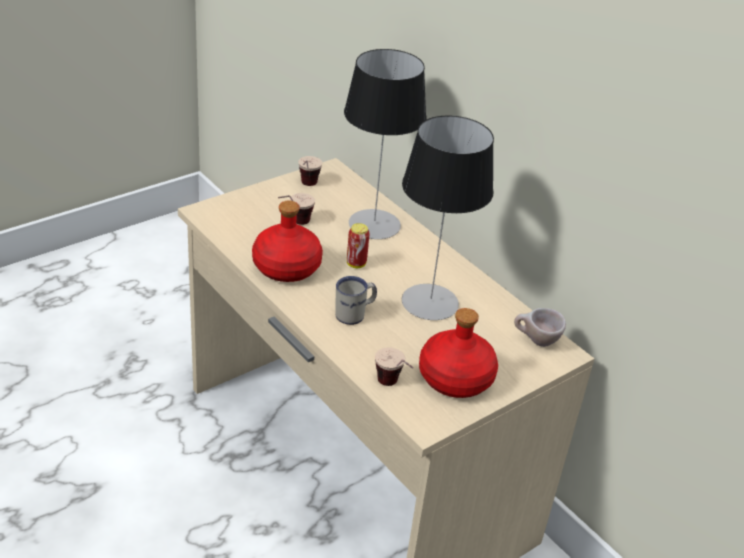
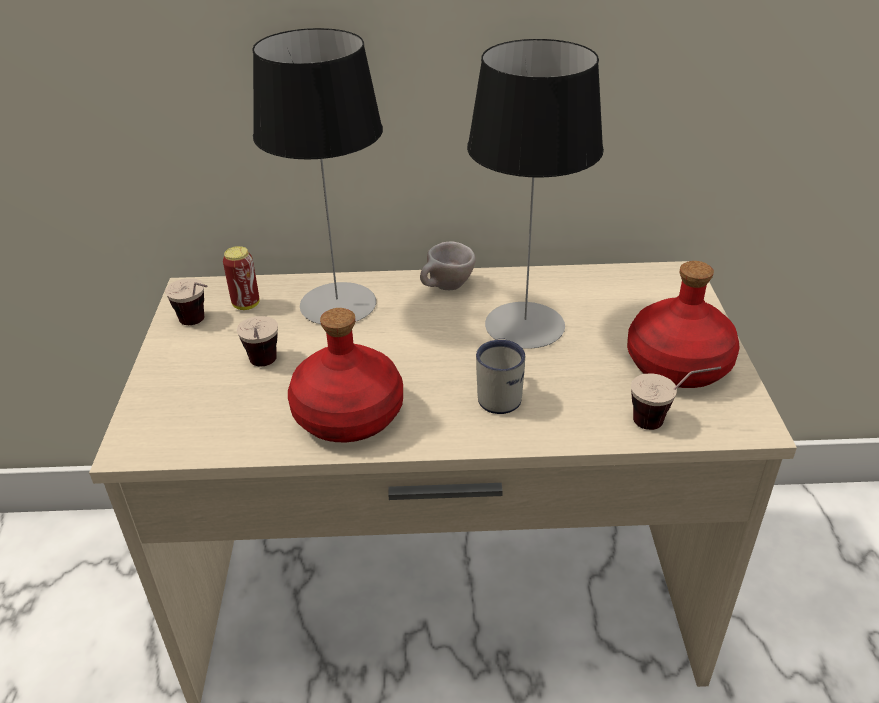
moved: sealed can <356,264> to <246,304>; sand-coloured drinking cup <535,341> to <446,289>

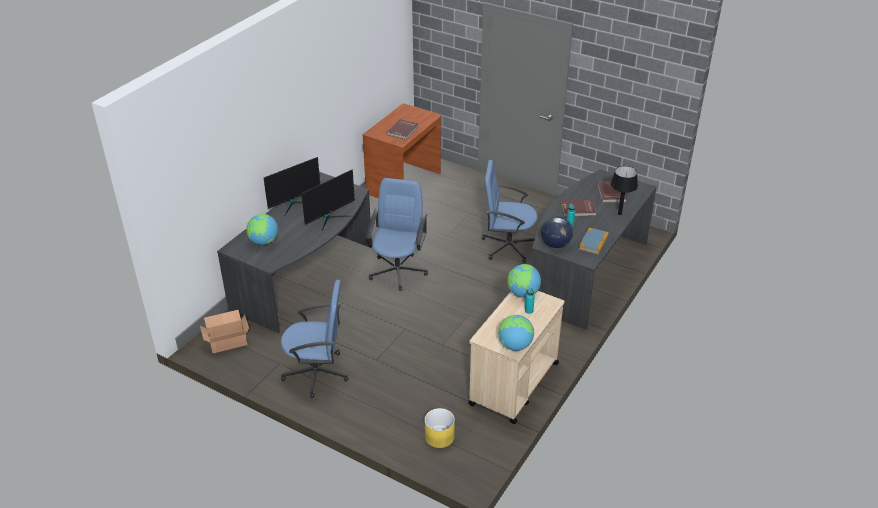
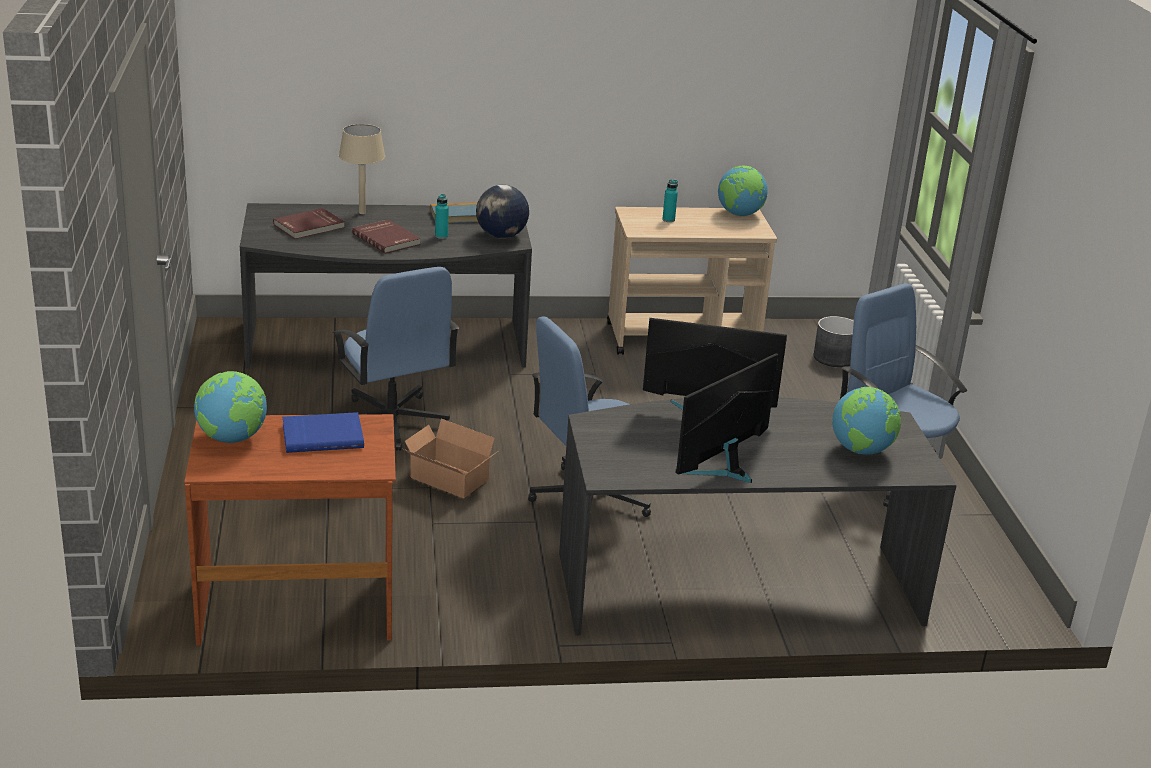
moved: globe <523,294> to <232,438>; cardboard box <226,341> to <449,480>
recoloured: red-coloured bound book <403,130> to bluish bound book <322,435>; black table lamp <619,214> to sand-coloured table lamp <362,212>; yellowish planter <439,437> to gray planter <834,358>
turned: computer screen <294,204> = <723,469> 60 degrees counterclockwise

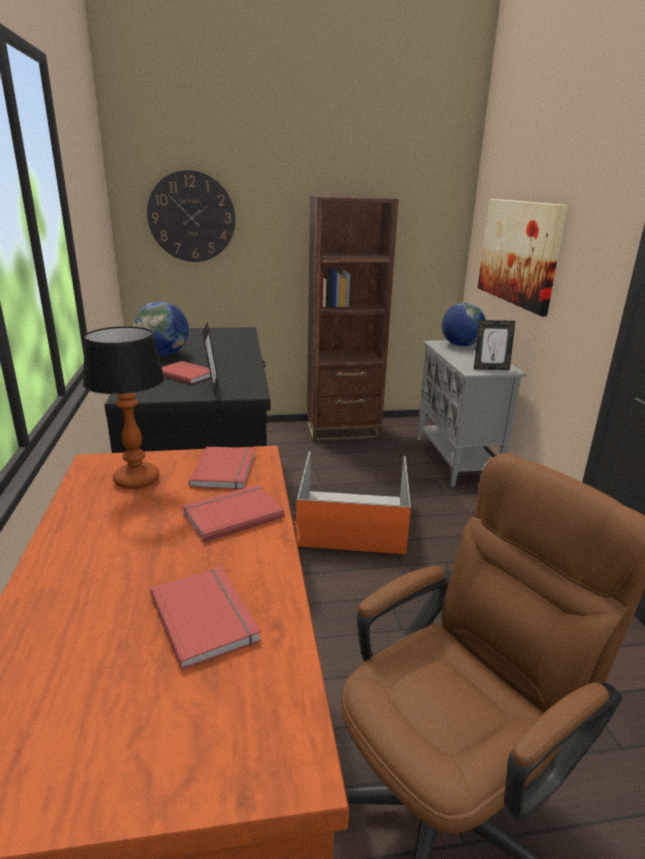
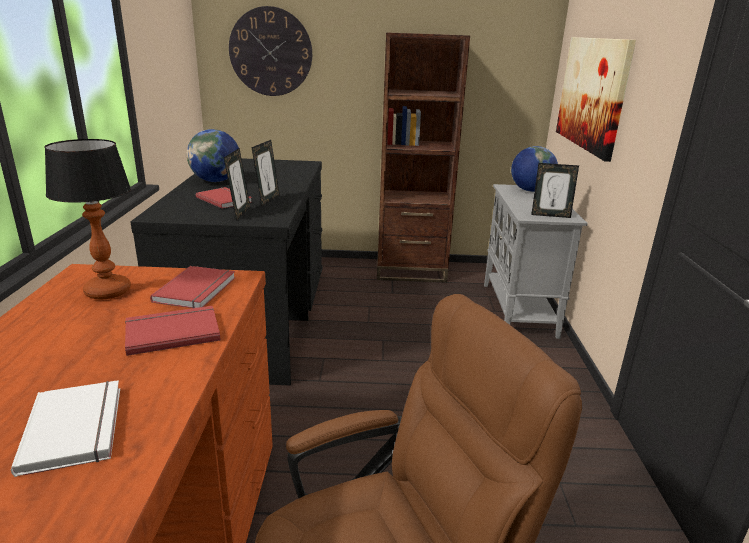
removed: orange-coloured storage container <354,520>
added: standing frame <267,200>
recoloured: red-coloured bound book <207,616> to white bound book <77,427>

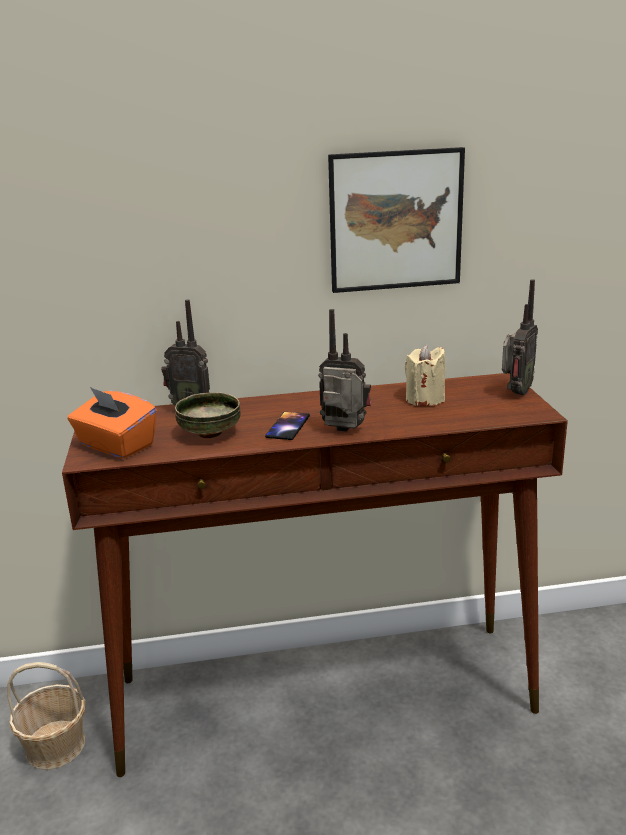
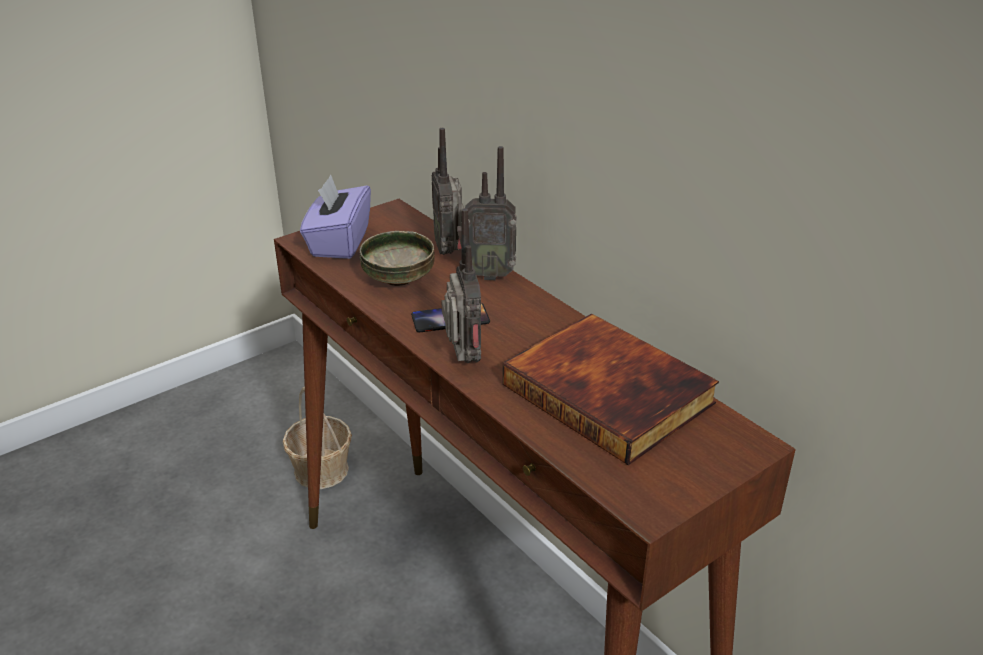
removed: wall art <395,220>
moved: radio receiver <515,393> to <487,274>
replaced: sand-coloured wax light <425,399> to bound book <611,392>
recoloured: orange-coloured tissue holder <116,446> to purple tissue holder <339,242>

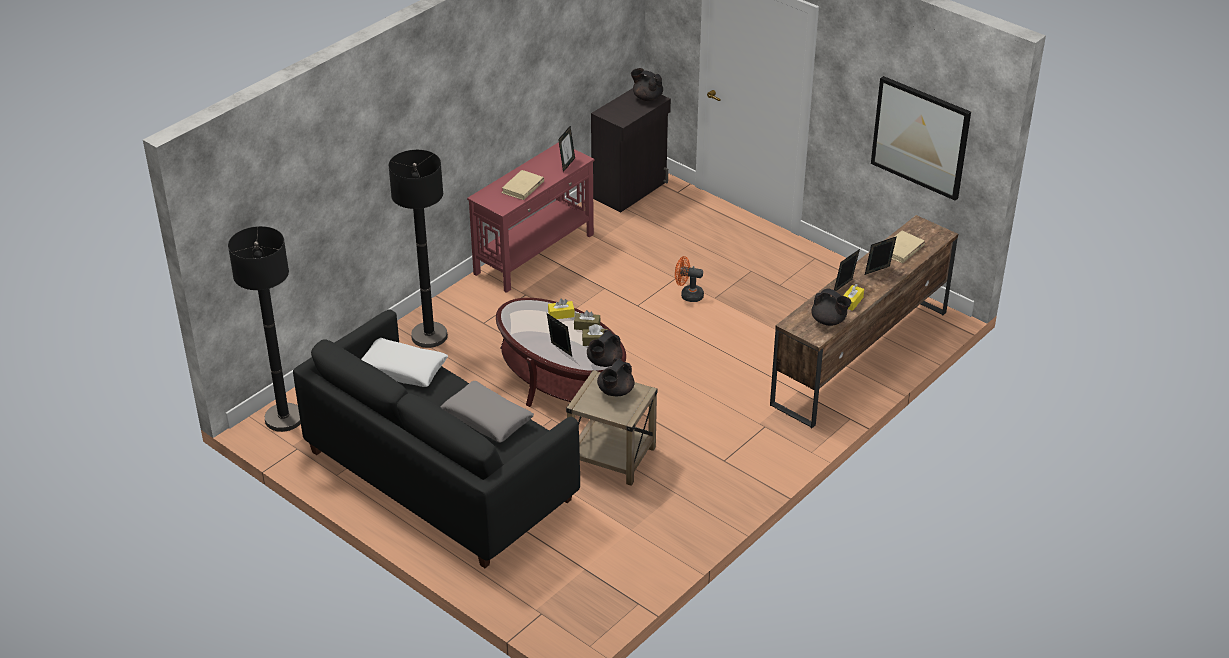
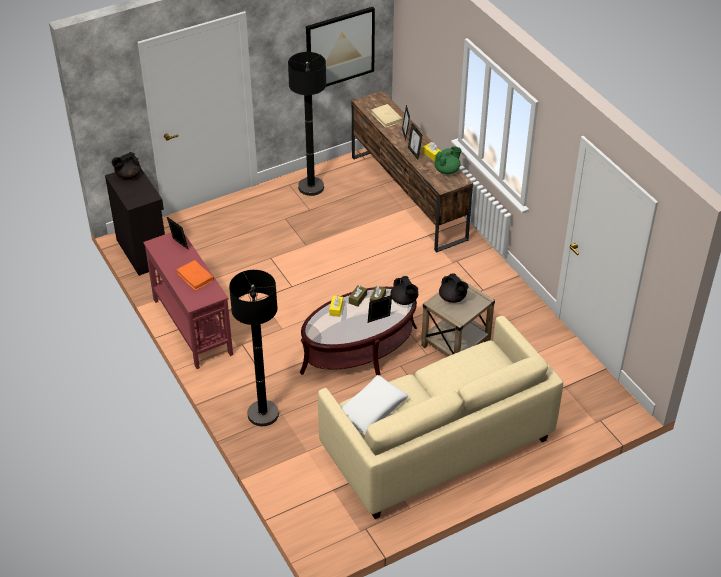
removed: gray cushion <487,418>; orange-coloured electric fan <688,295>
moved: black standing lamp <284,418> to <311,187>
recoloured: sand-coloured bound book <522,187> to orange-coloured bound book <195,277>; black couch <439,476> to sand-coloured couch <436,444>; black pot for tea <829,321> to green-coloured pot for tea <447,170>

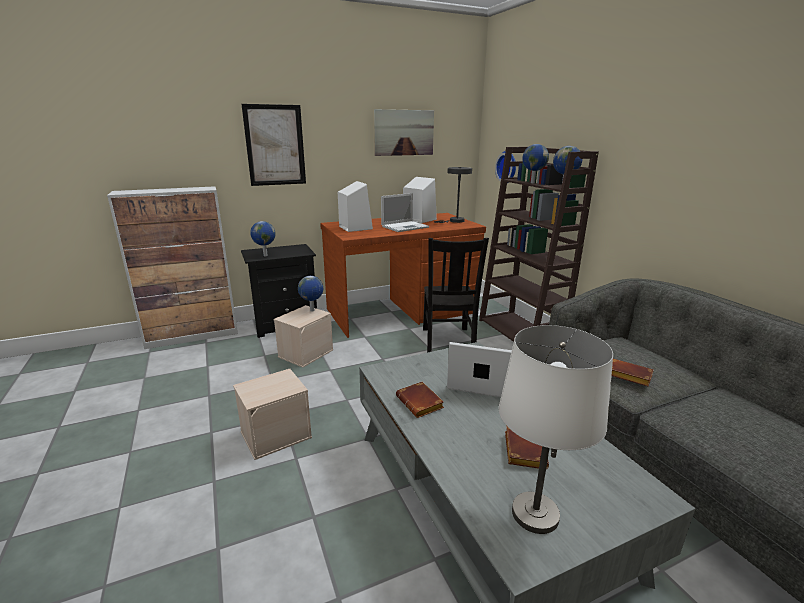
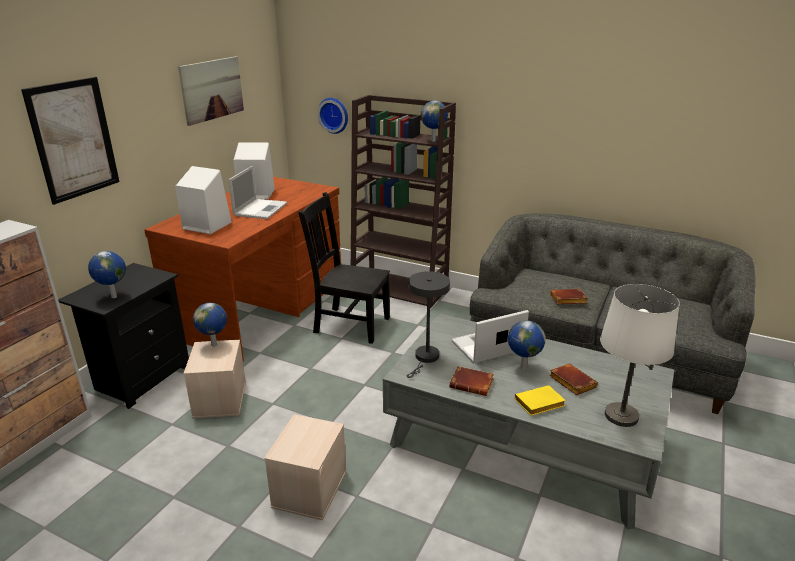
added: yellowish bound book <539,405>
moved: gray table lamp <454,221> to <425,358>; globe <532,183> to <522,368>
turned: black plain chair <448,342> = <349,324> 150 degrees clockwise

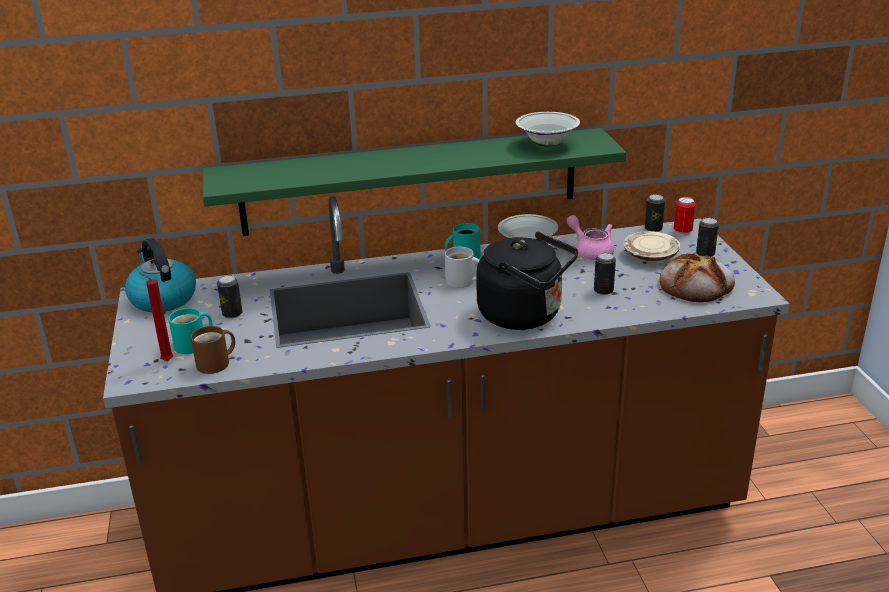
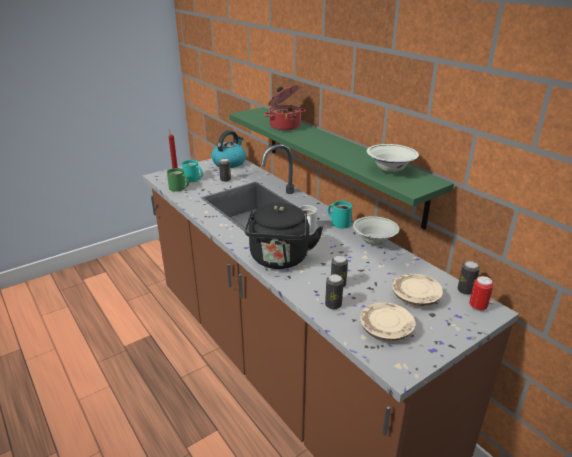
removed: pinkish pot for tea <590,251>
added: cooking pot <284,126>
moved: sealed can <705,254> to <333,305>
replaced: bread <696,285> to sand-coloured flat dish <386,329>
recoloured: brownish coffee mug <216,364> to green-coloured coffee mug <178,188>

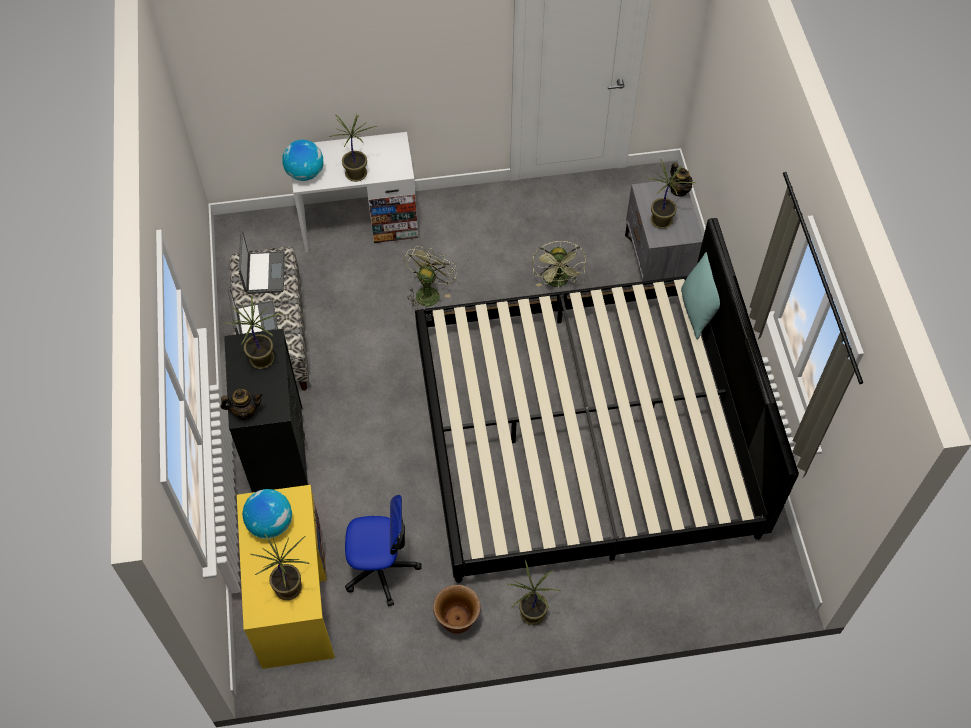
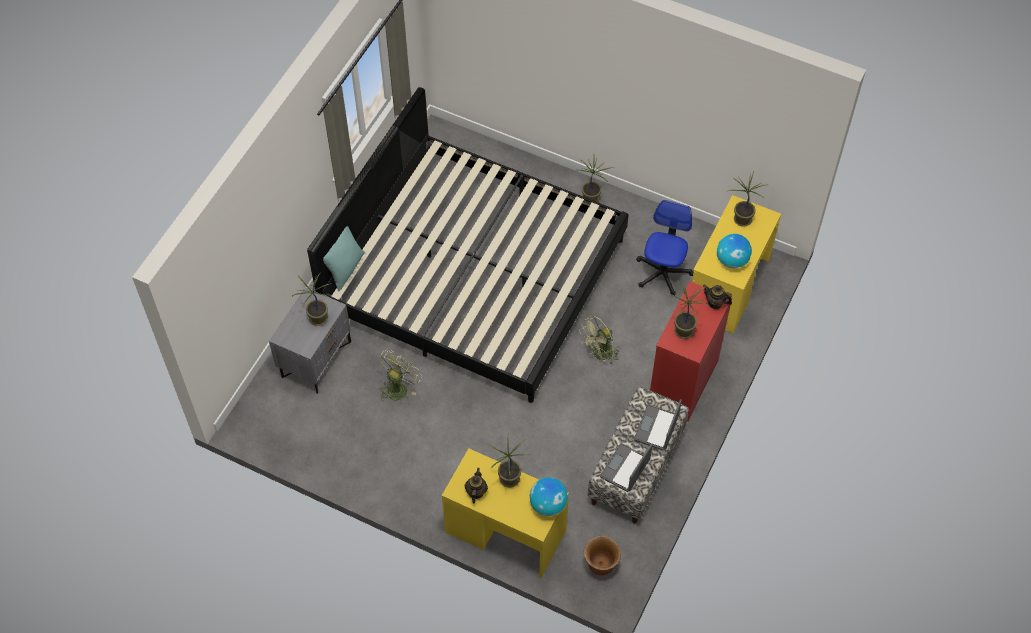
moved: pot for tea <679,190> to <476,492>; green-coloured electric fan <428,292> to <599,354>; brownish planter <457,620> to <600,564>
recoloured: white desk table <359,222> to yellowish desk table <505,532>; black dresser <278,451> to red-coloured dresser <683,383>
turned: computer chair <380,568> = <663,273> 75 degrees clockwise

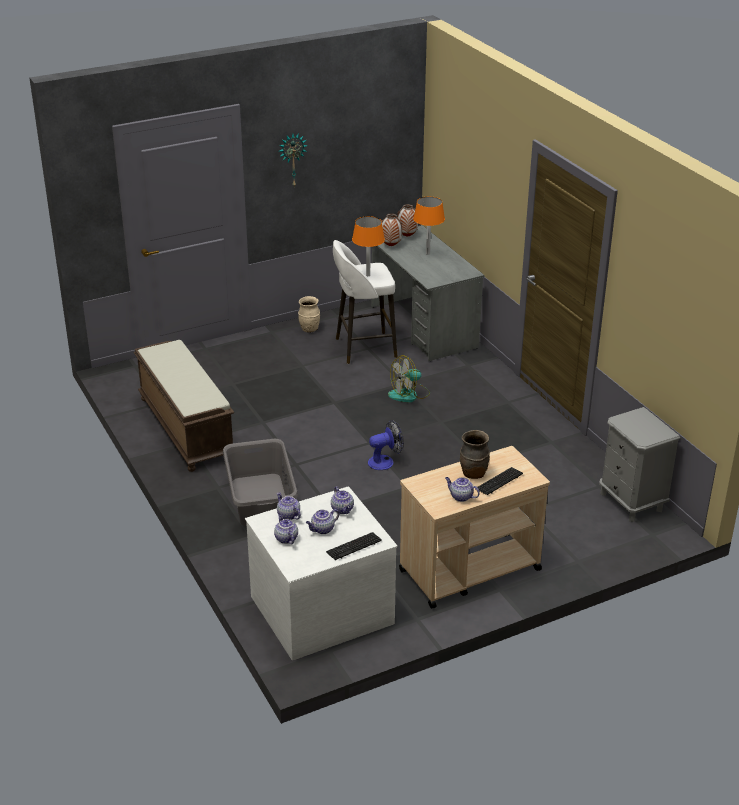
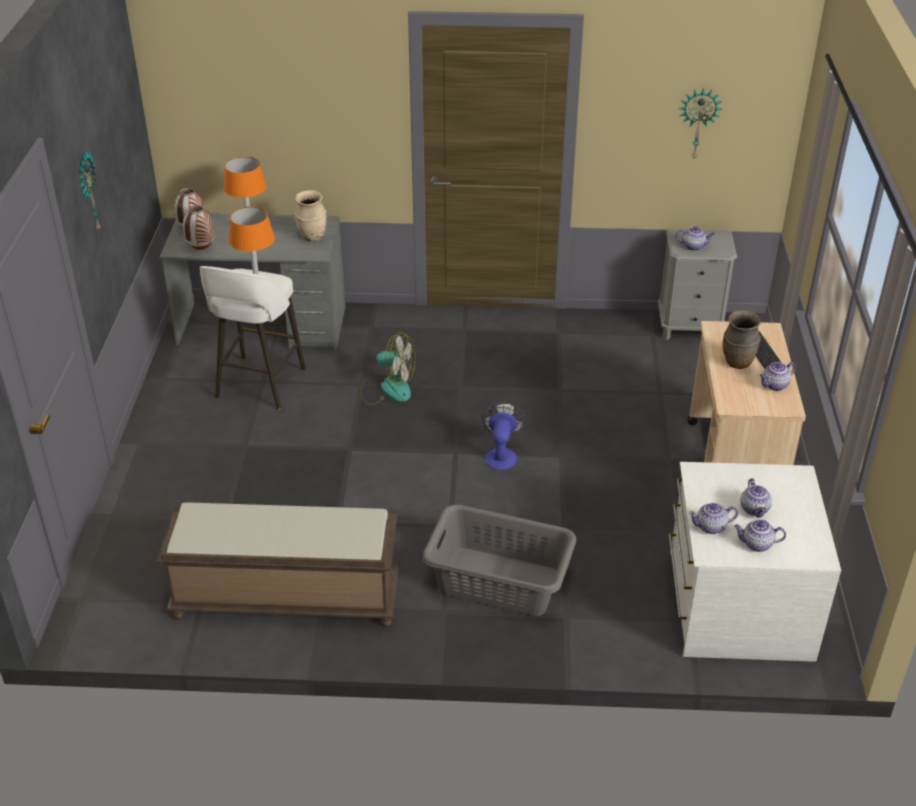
removed: keyboard <354,547>
added: clock on the wall <698,123>
moved: sand-coloured decorative vase <309,329> to <312,237>; pot for tea <343,509> to <693,246>
turned: electric fan <409,394> = <387,388> 75 degrees counterclockwise

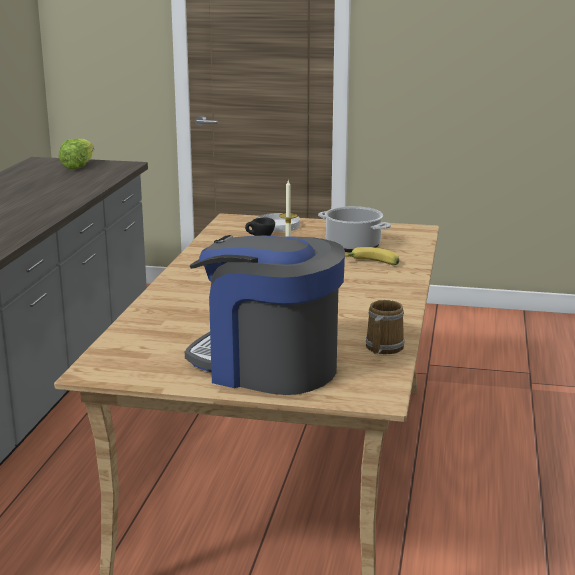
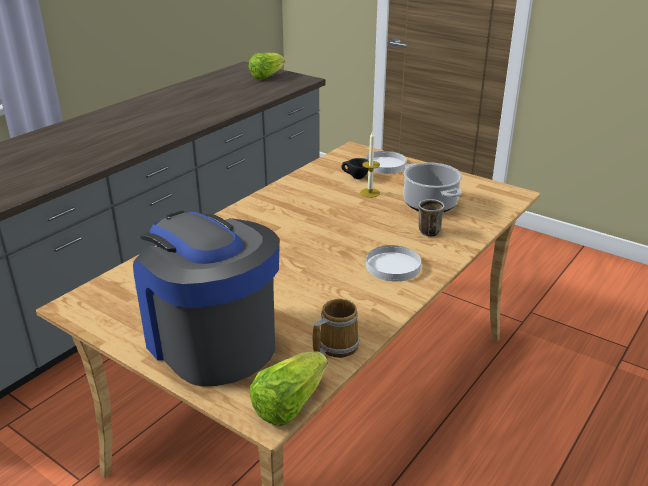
added: head of lettuce <289,404>; white flat dish <393,266>
replaced: banana fruit <371,264> to coffee mug <427,230>

